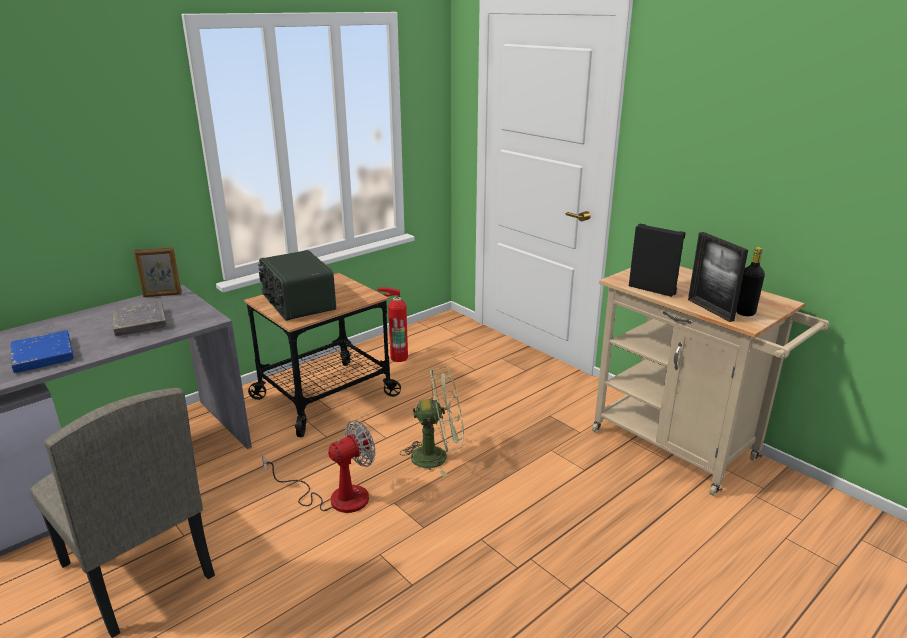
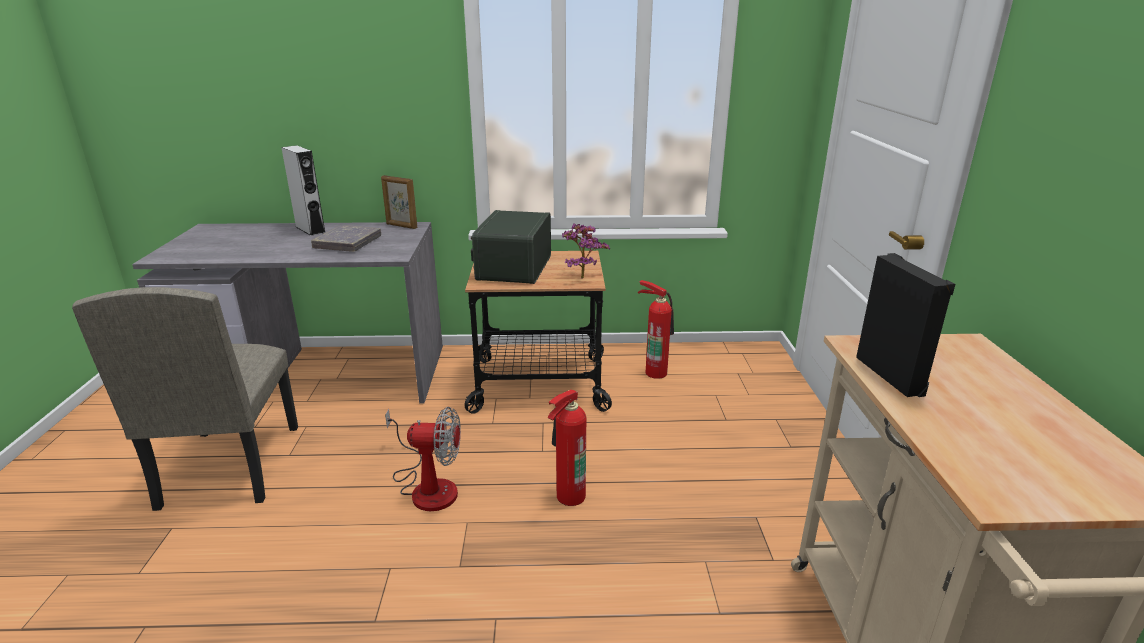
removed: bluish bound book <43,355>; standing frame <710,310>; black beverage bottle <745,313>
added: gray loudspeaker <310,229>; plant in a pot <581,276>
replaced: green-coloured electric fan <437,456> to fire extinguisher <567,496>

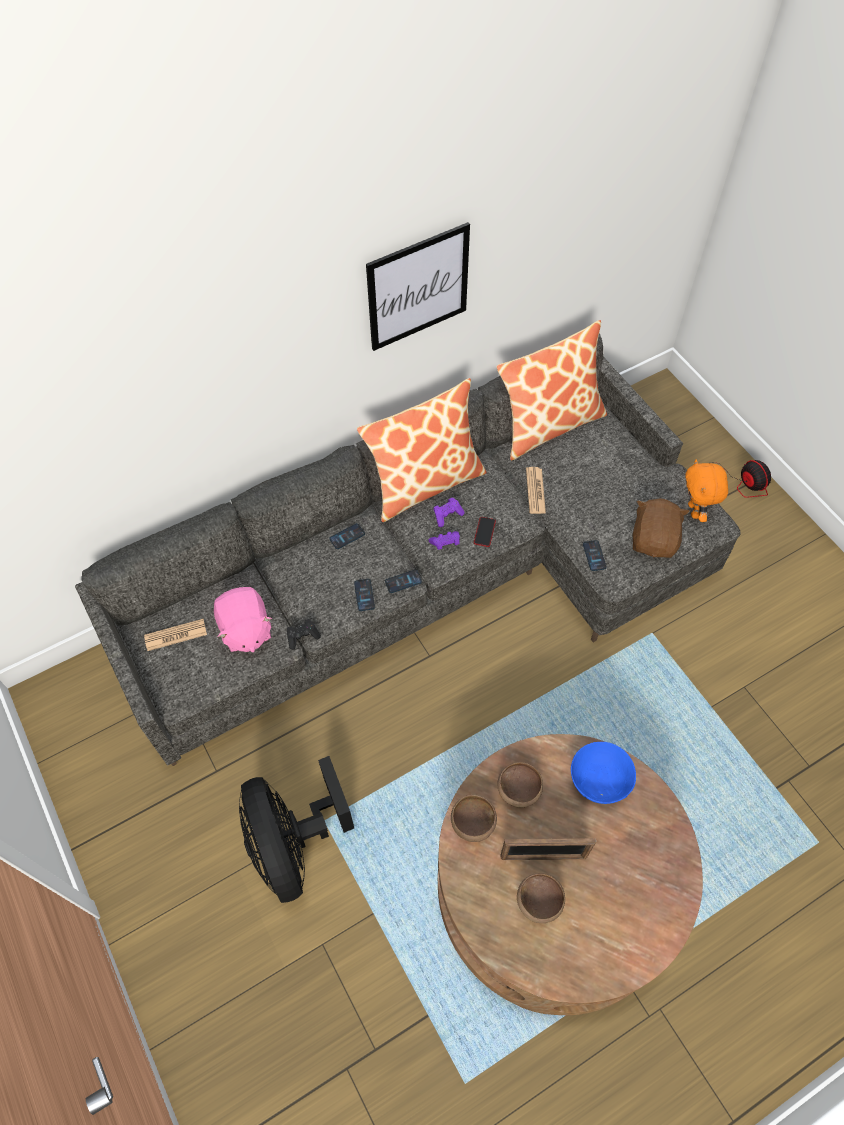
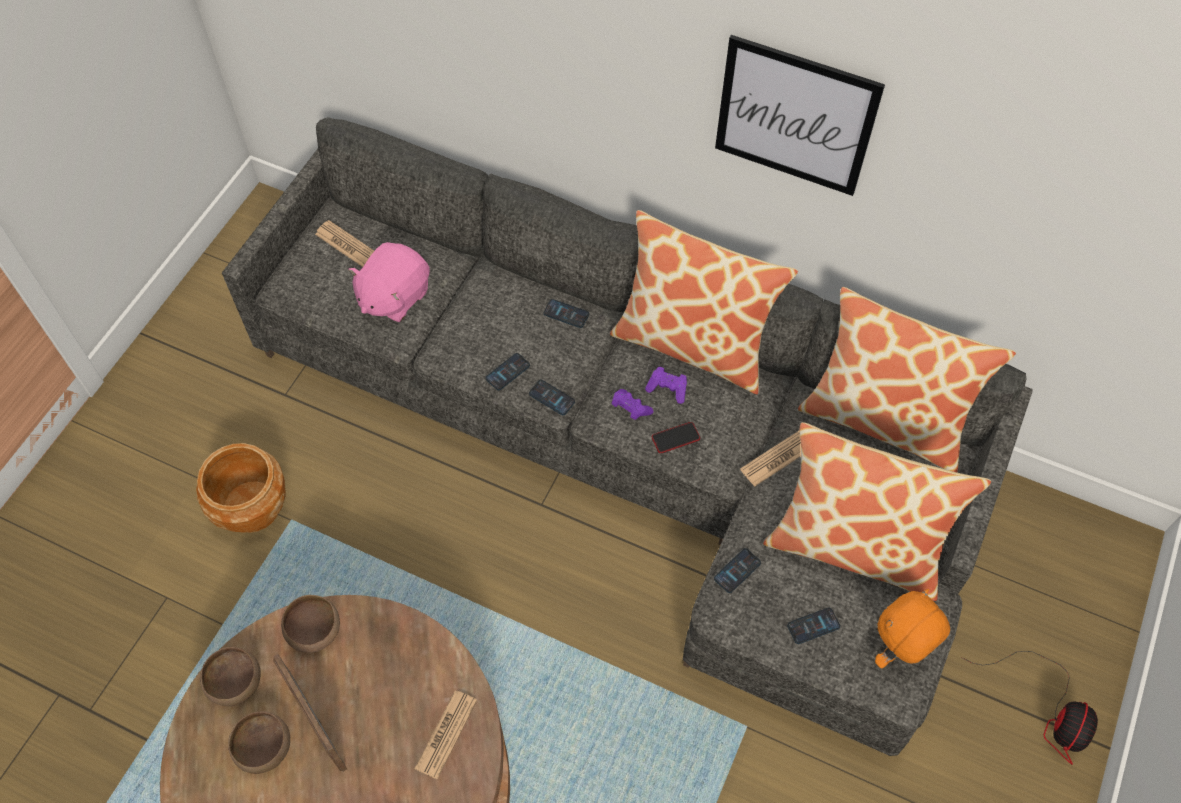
removed: black joypad <302,636>
added: cushion <855,546>
moved: brownish deep dish <518,790> to <234,683>
replaced: black electric fan <294,843> to brownish planter <252,508>; bluish deep dish <599,779> to printed paper <446,734>; brownish cuddly toy <654,540> to telephone <813,626>

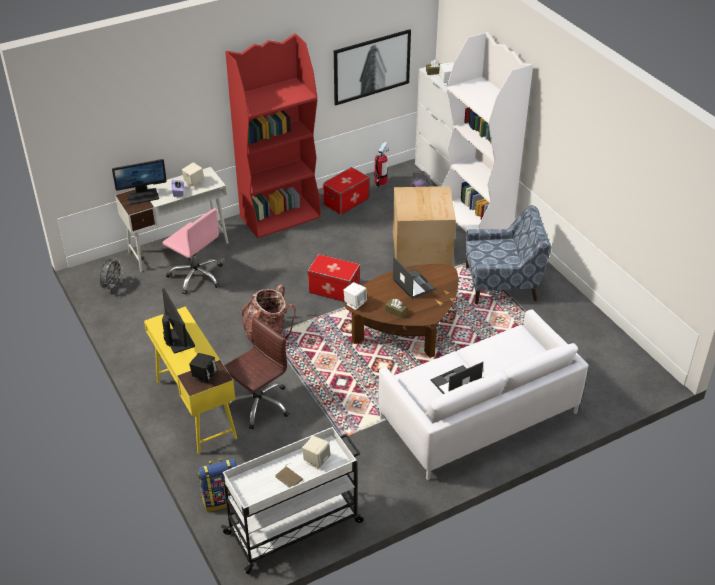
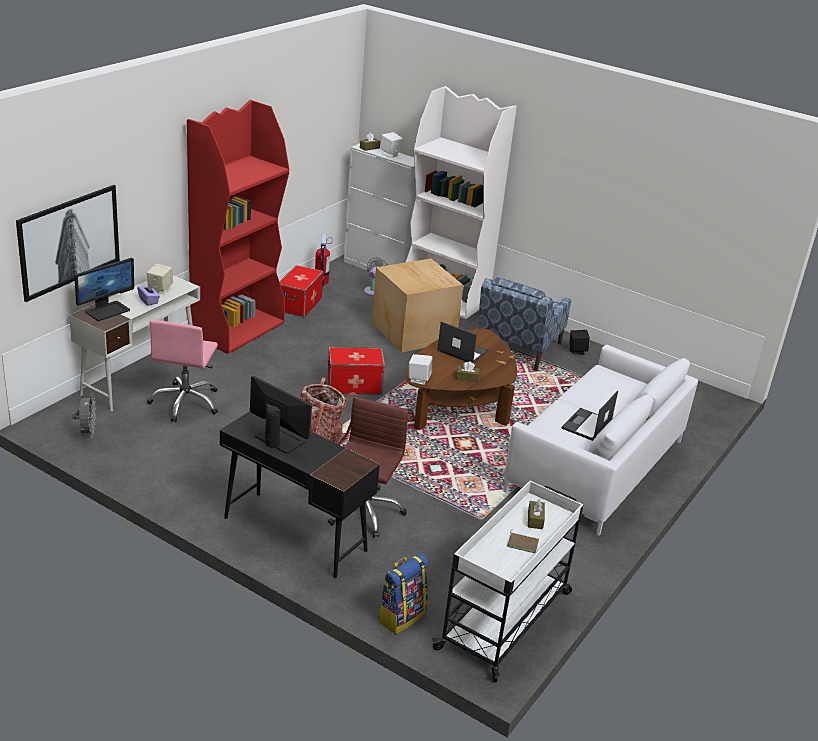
moved: wall art <371,66> to <68,241>; black loudspeaker <204,376> to <577,351>
replaced: sand-coloured loudspeaker <316,460> to brownish tissue holder <535,519>
recoloured: yellowish desk table <195,409> to black desk table <294,533>
turned: pinkish computer chair <196,276> = <186,402> 90 degrees clockwise; bluish lounge chair <502,284> = <518,348> 150 degrees clockwise

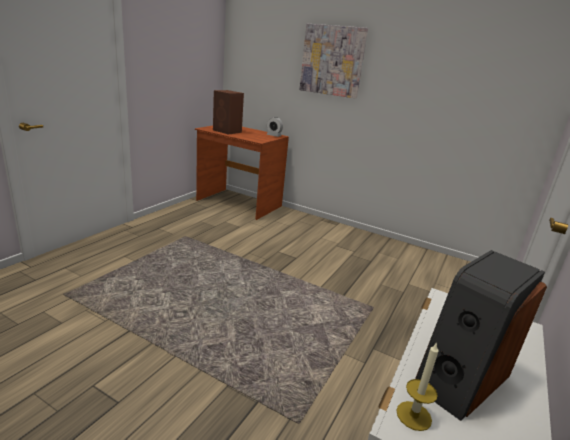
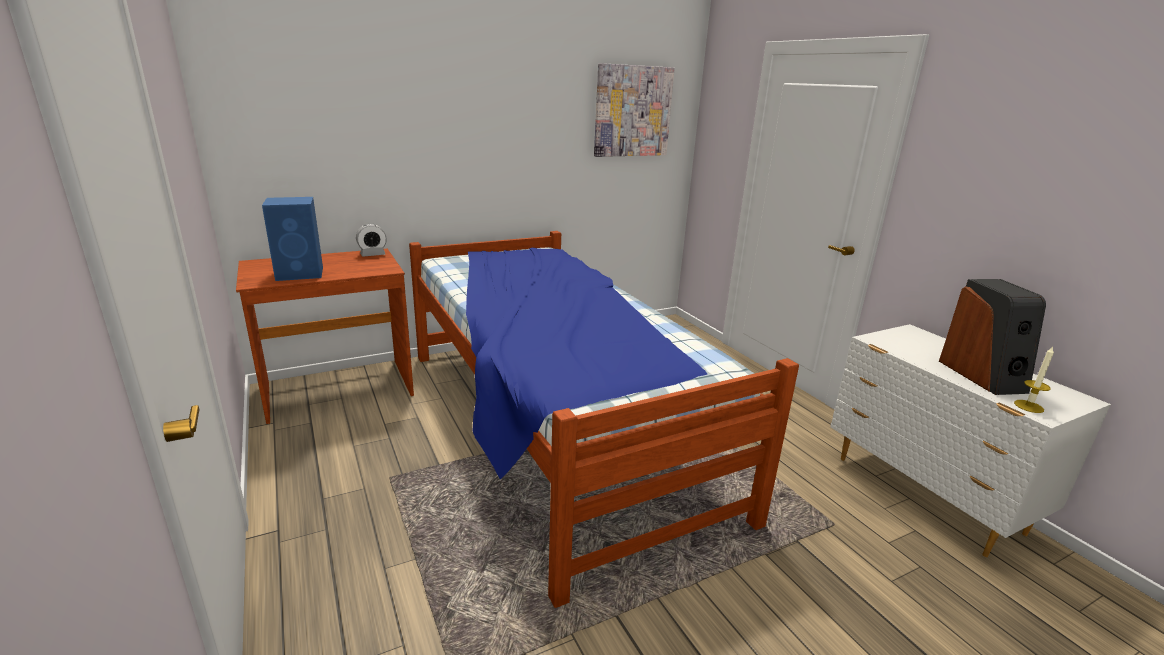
added: bedroom bed <553,425>
moved: wall art <332,61> to <632,111>
recoloured: brownish loudspeaker <227,131> to bluish loudspeaker <301,273>

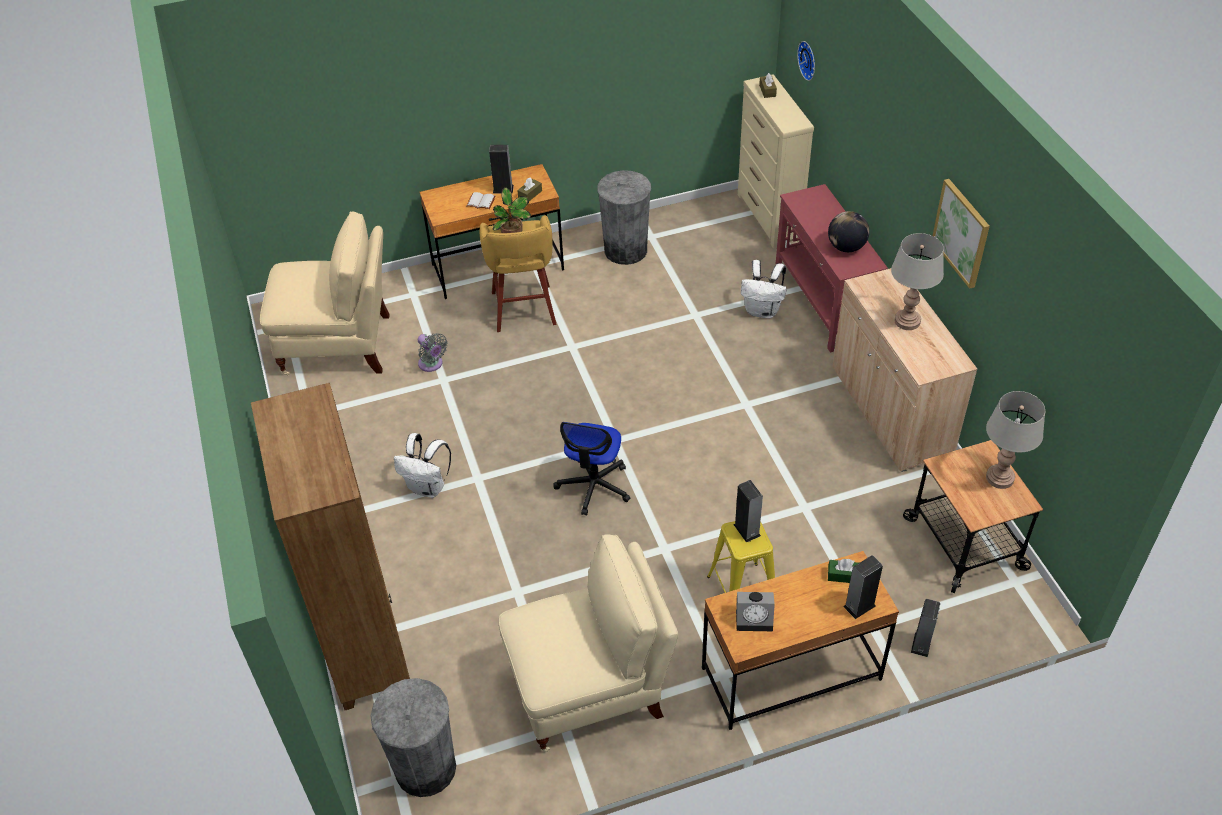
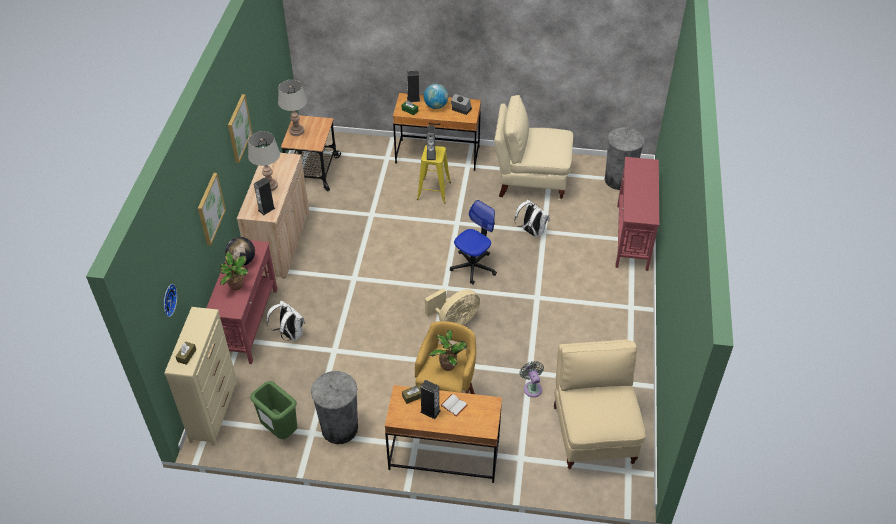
added: wall art <210,208>; plant in a pot <237,286>; green-coloured waste bin <279,430>; globe <436,106>; sand-coloured electric fan <454,321>
moved: loudspeaker <921,644> to <266,209>; white backpack <428,487> to <531,232>
replaced: brownish bookshelf <365,644> to red-coloured narrow table <631,236>
turned: sand-coloured plain chair <339,345> = <593,433> 60 degrees clockwise

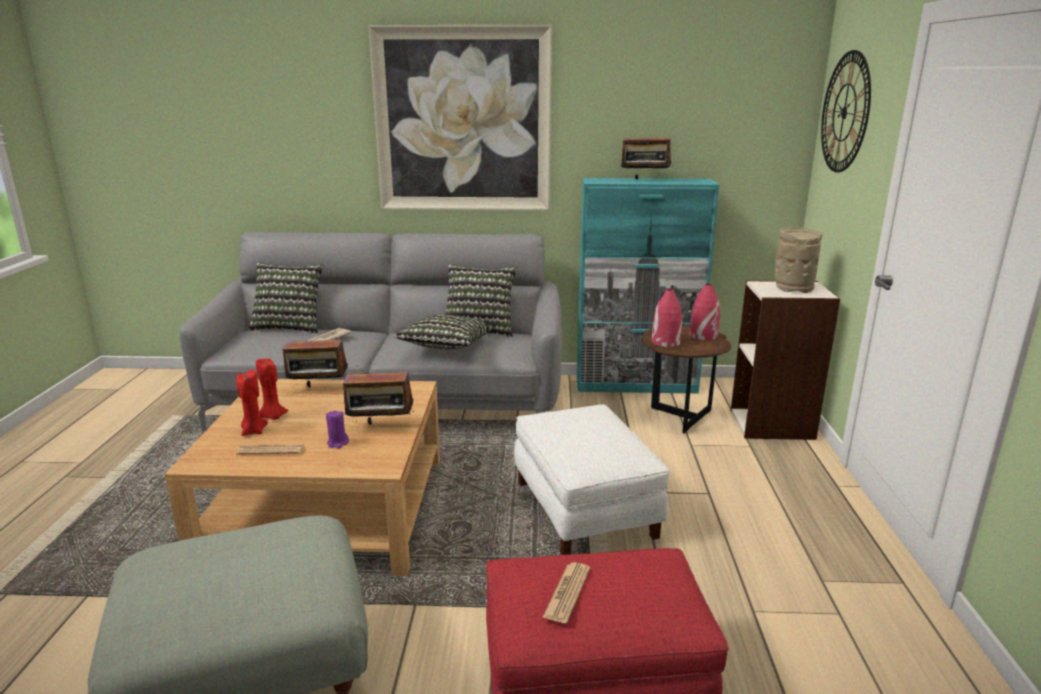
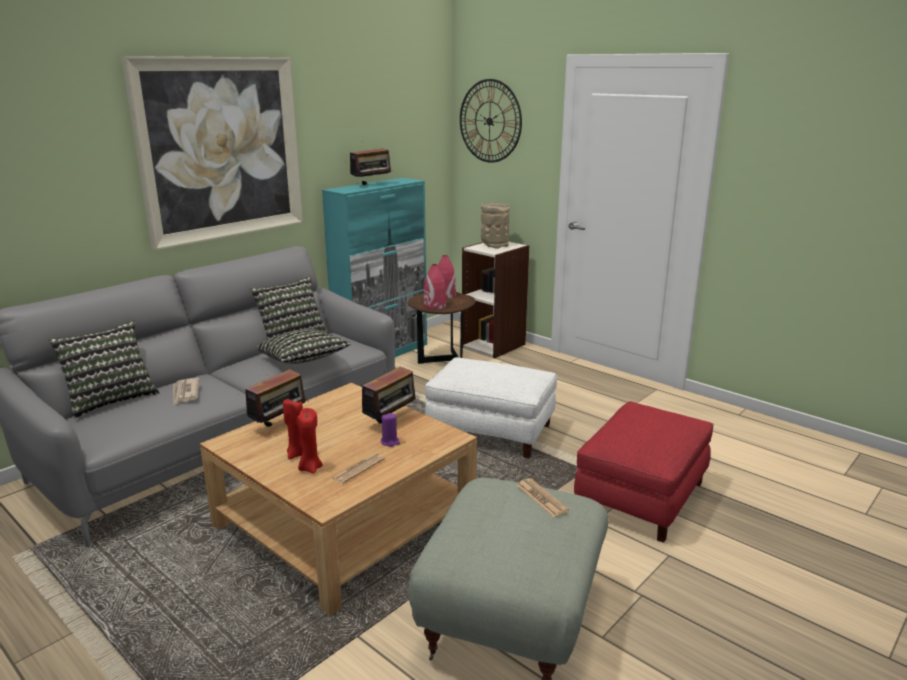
moved: printed paper <567,593> to <541,498>

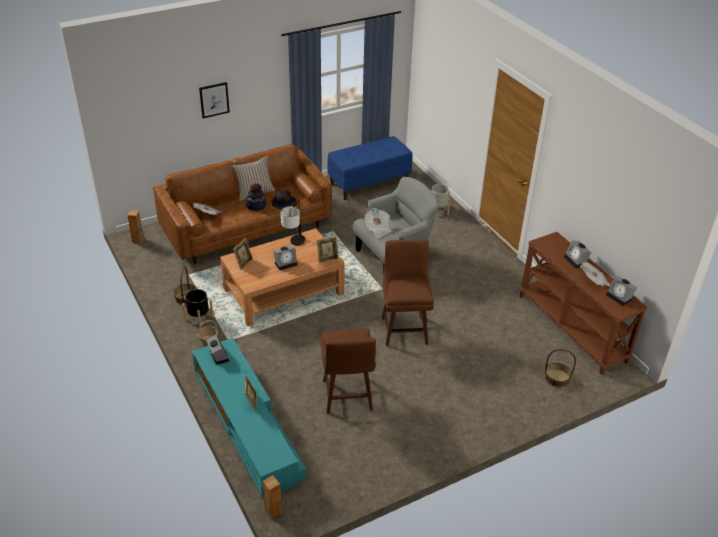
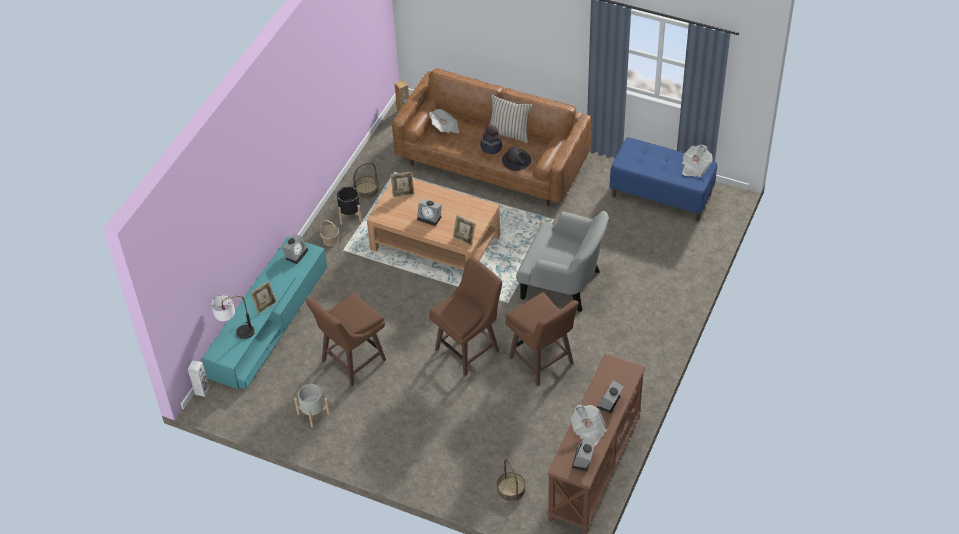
removed: wall art <214,100>
added: brownish stool seat <542,362>
moved: table lamp <294,245> to <236,334>; gray planter <438,210> to <313,413>; printed paper <377,229> to <695,167>
recoloured: brownish loudspeaker <273,511> to white loudspeaker <202,391>

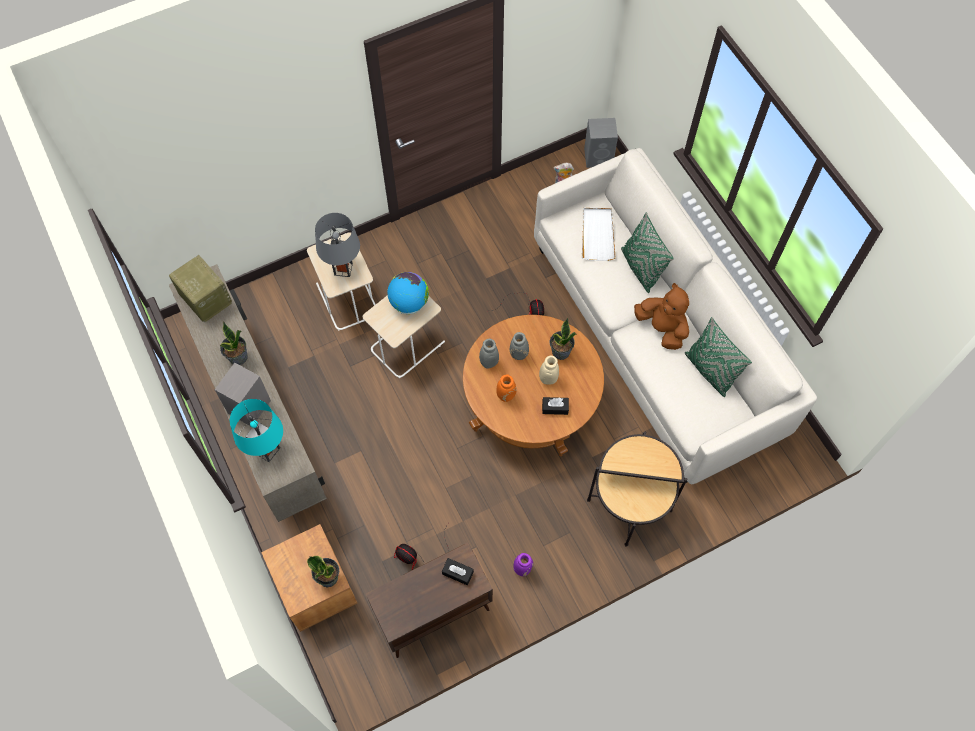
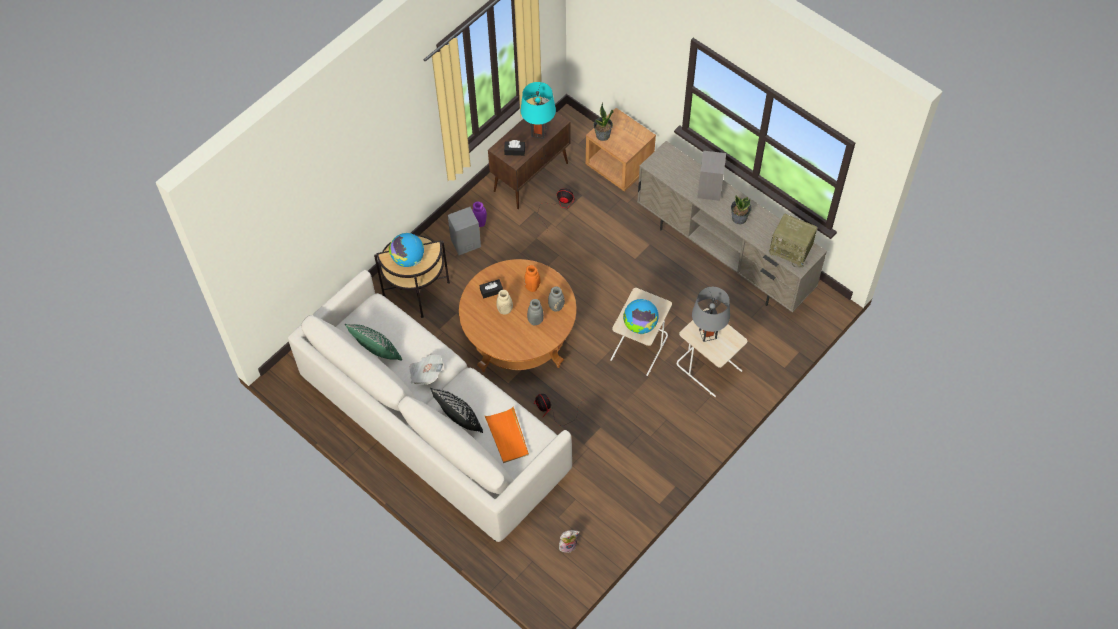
removed: plant in a pot <560,352>
added: globe <408,259>
moved: gray loudspeaker <599,157> to <465,243>; blue-green table lamp <267,450> to <538,132>
replaced: brownish cuddly toy <662,328> to printed paper <426,374>
recoloured: green-coloured cushion <641,268> to black cushion <459,420>; white carrying tray <597,235> to orange-coloured carrying tray <507,436>

